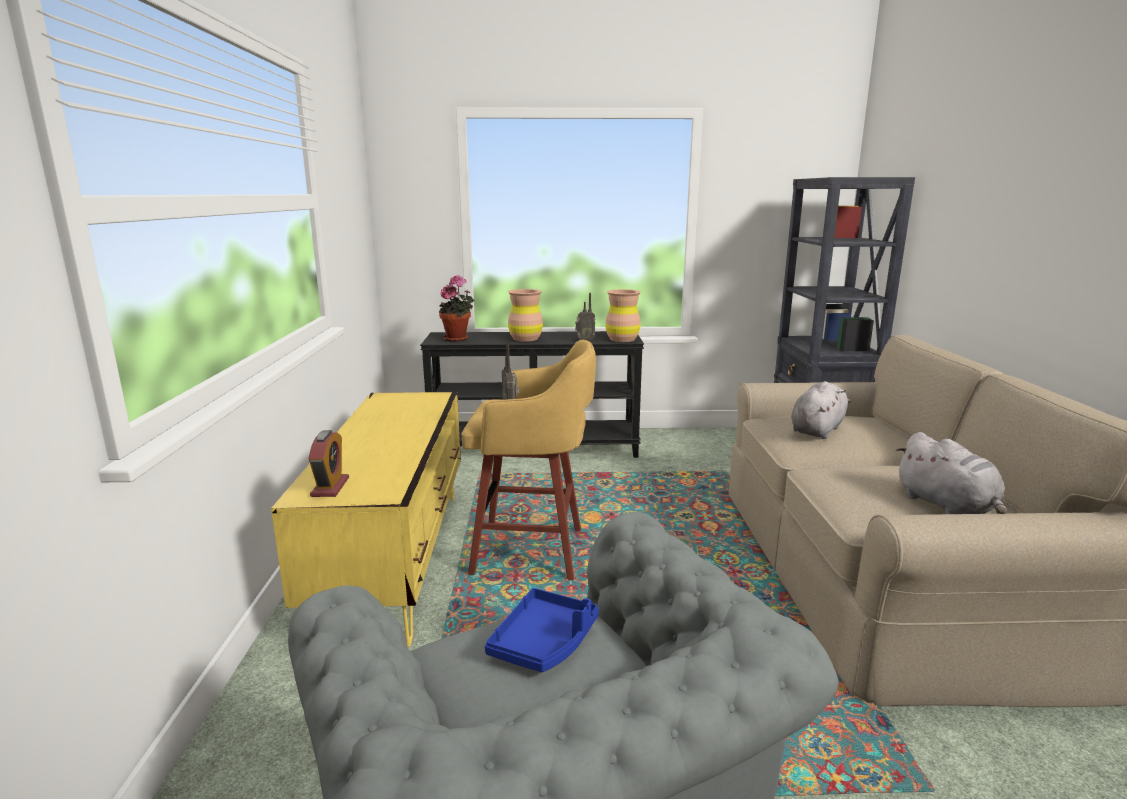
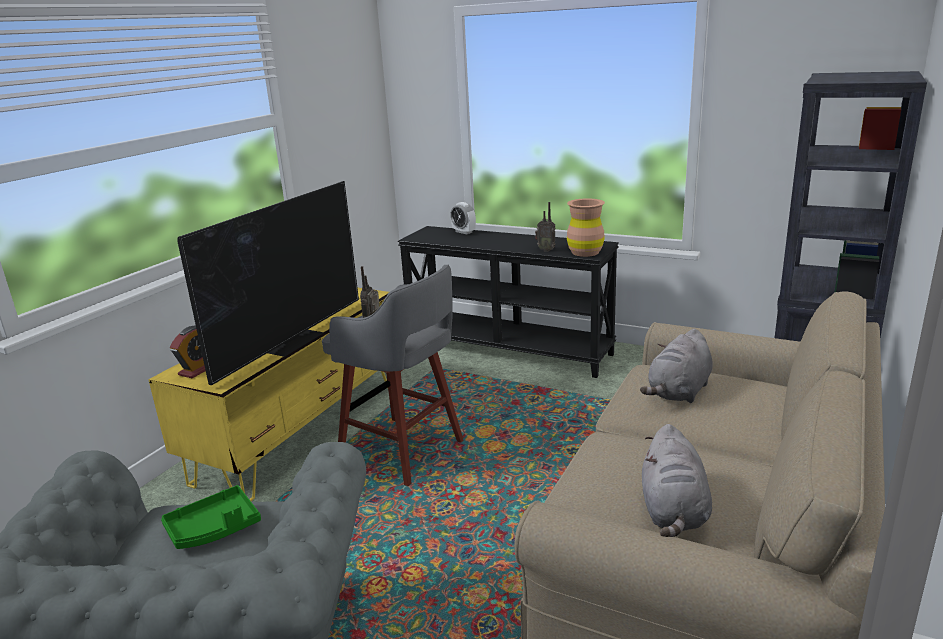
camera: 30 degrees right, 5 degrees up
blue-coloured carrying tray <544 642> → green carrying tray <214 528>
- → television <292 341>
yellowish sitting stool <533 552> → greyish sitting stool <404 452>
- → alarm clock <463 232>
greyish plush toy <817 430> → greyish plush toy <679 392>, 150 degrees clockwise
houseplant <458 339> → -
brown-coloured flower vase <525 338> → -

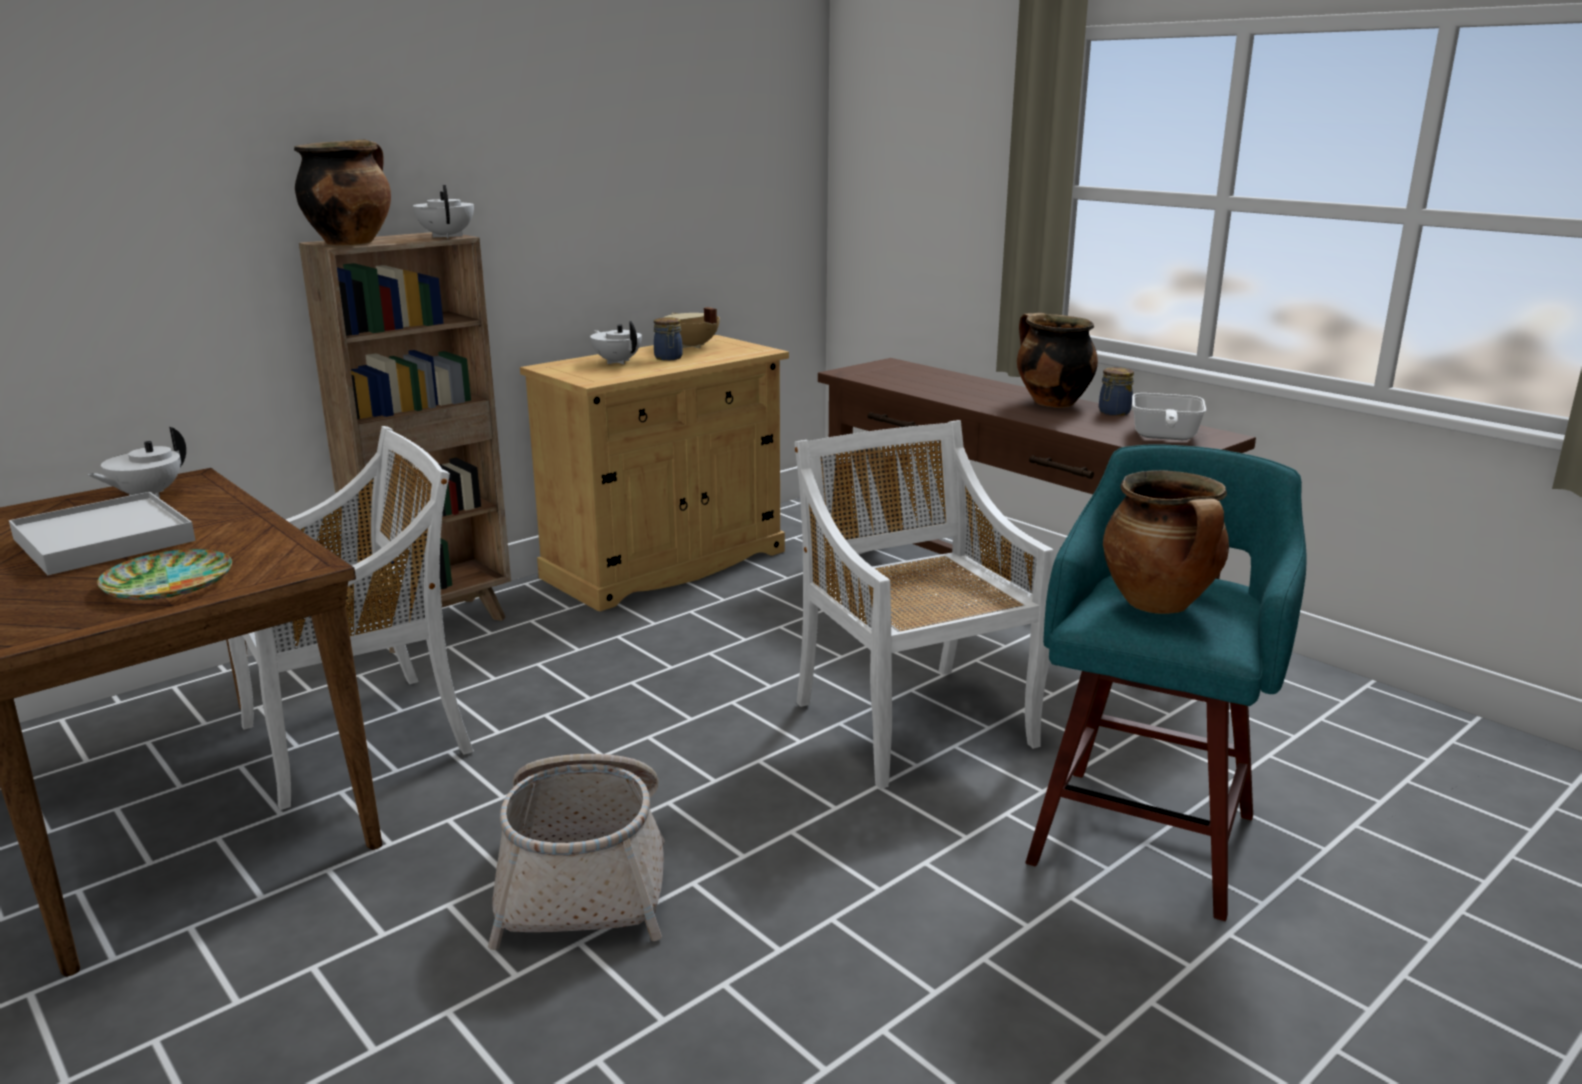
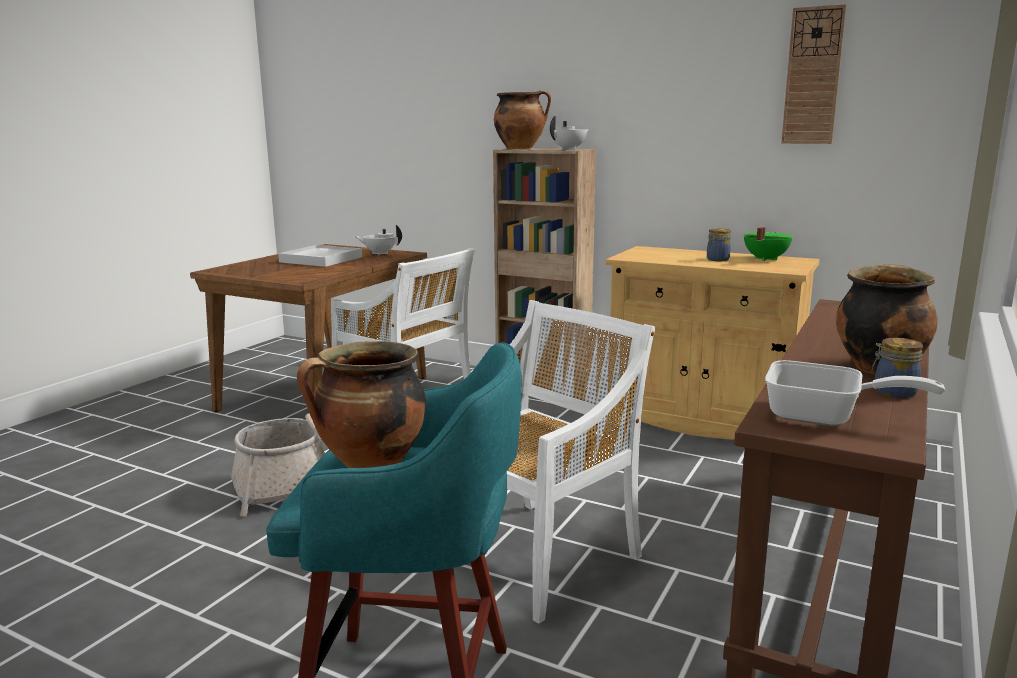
camera: 70 degrees right, 5 degrees down
beige cooking pot <691 346> → green cooking pot <764 259>
skillet <1163 437> → skillet <825 417>, 150 degrees counterclockwise
- → clock on the wall <813 76>
dinner plate <167 583> → -
whitish teapot <617 362> → -

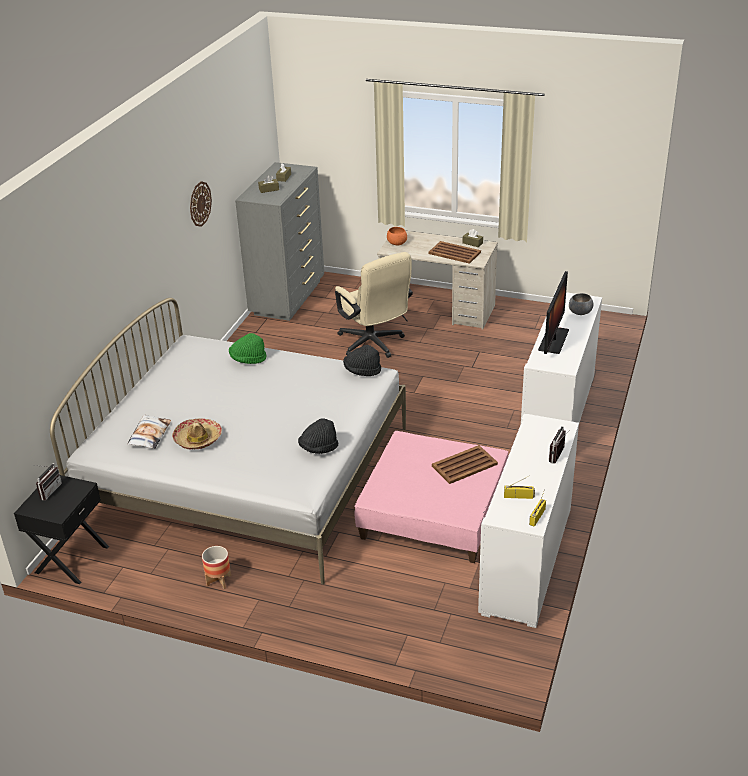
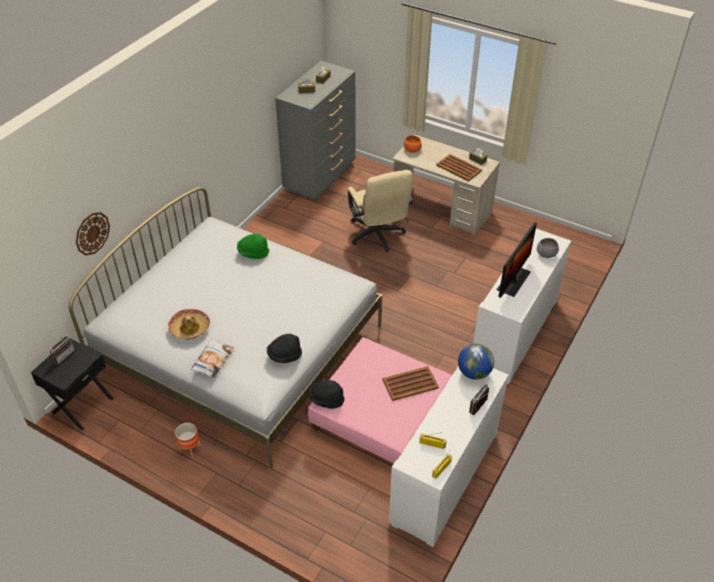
camera: 10 degrees right, 10 degrees up
clock on the wall <200 204> → clock on the wall <92 233>, move
cushion <149 435> → cushion <212 360>, move
black wearable hat <362 371> → black wearable hat <326 399>, move
- → world globe <474 373>

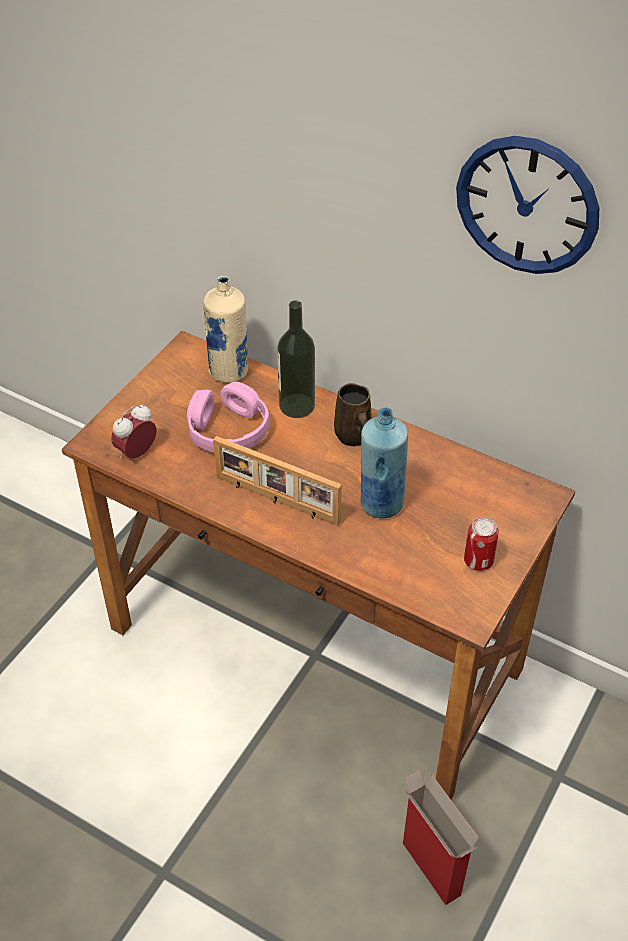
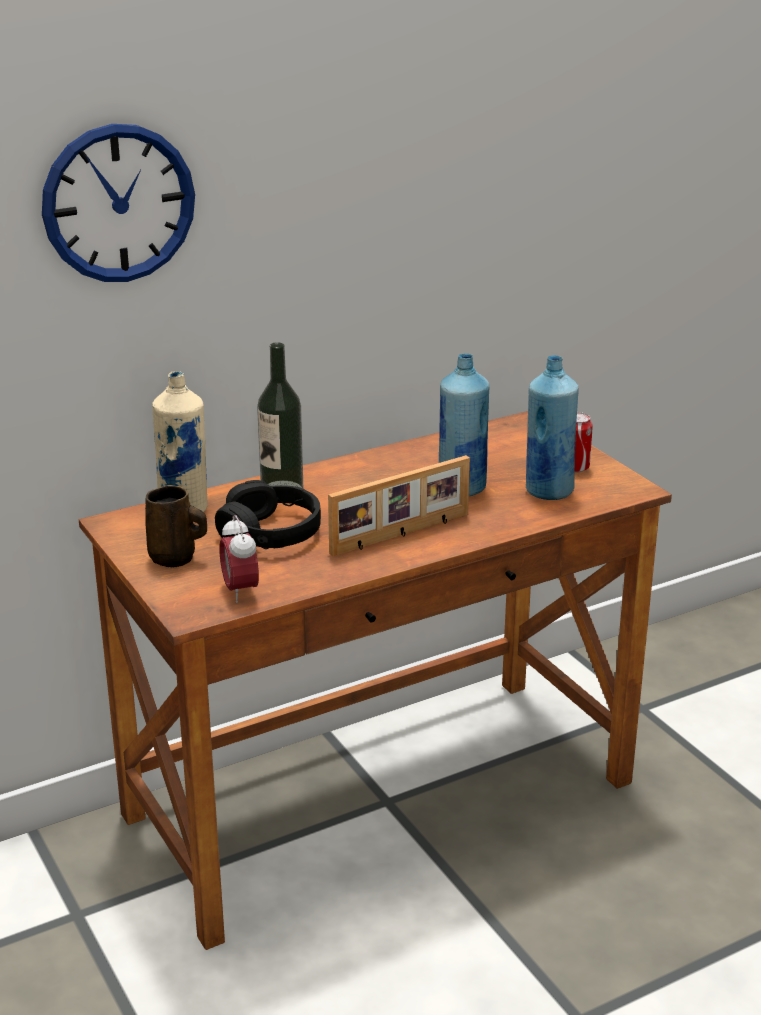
camera: 60 degrees left, 20 degrees down
clock on the wall <527 205> → clock on the wall <119 203>, move
brown-coloured tea mug <353 437> → brown-coloured tea mug <175 558>, move
pink-coloured pair of headphones <228 429> → black pair of headphones <270 532>
- → blue-coloured beverage bottle <548 491>
packing box <430 867> → -

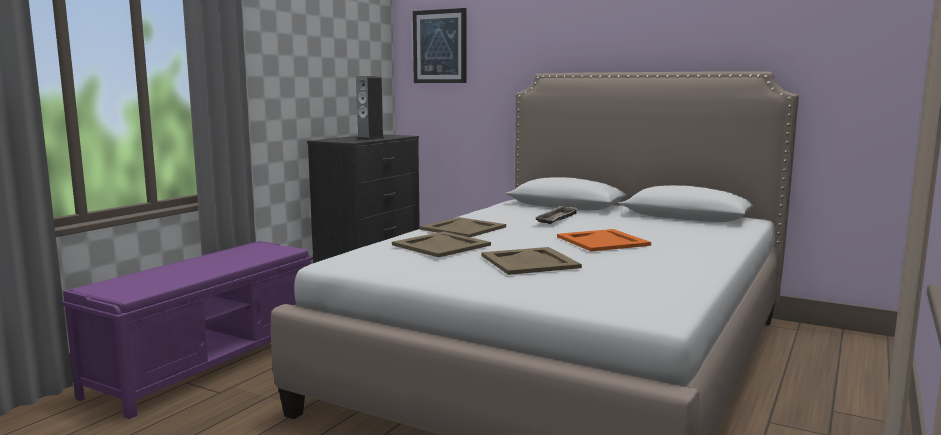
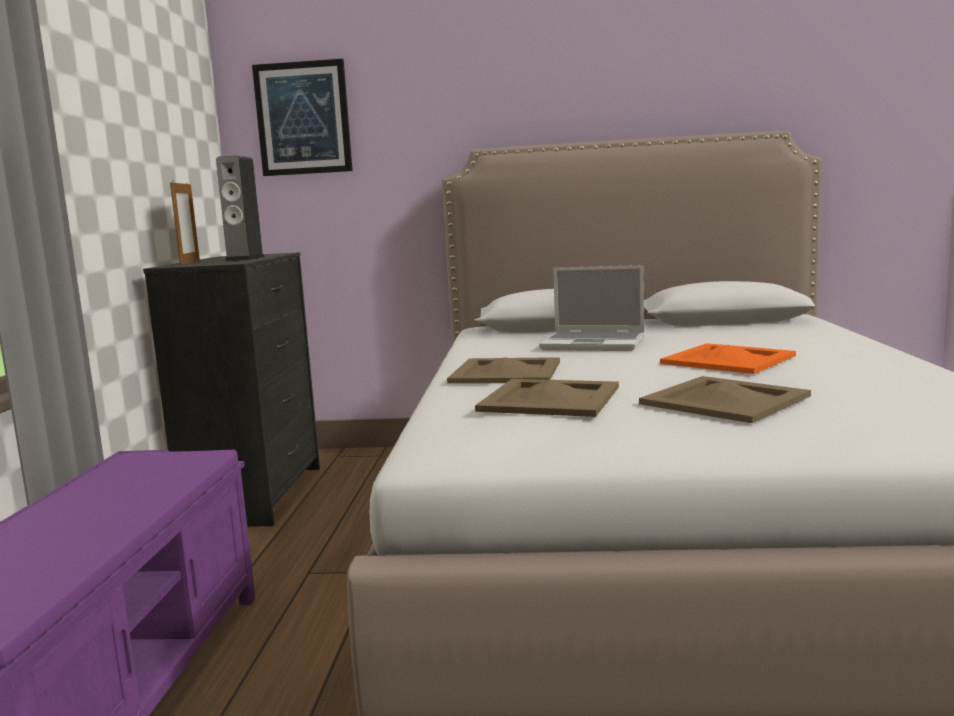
camera: 25 degrees left, 0 degrees up
- → standing frame <190 262>
carrying tray <557 219> → portable computer <595 344>

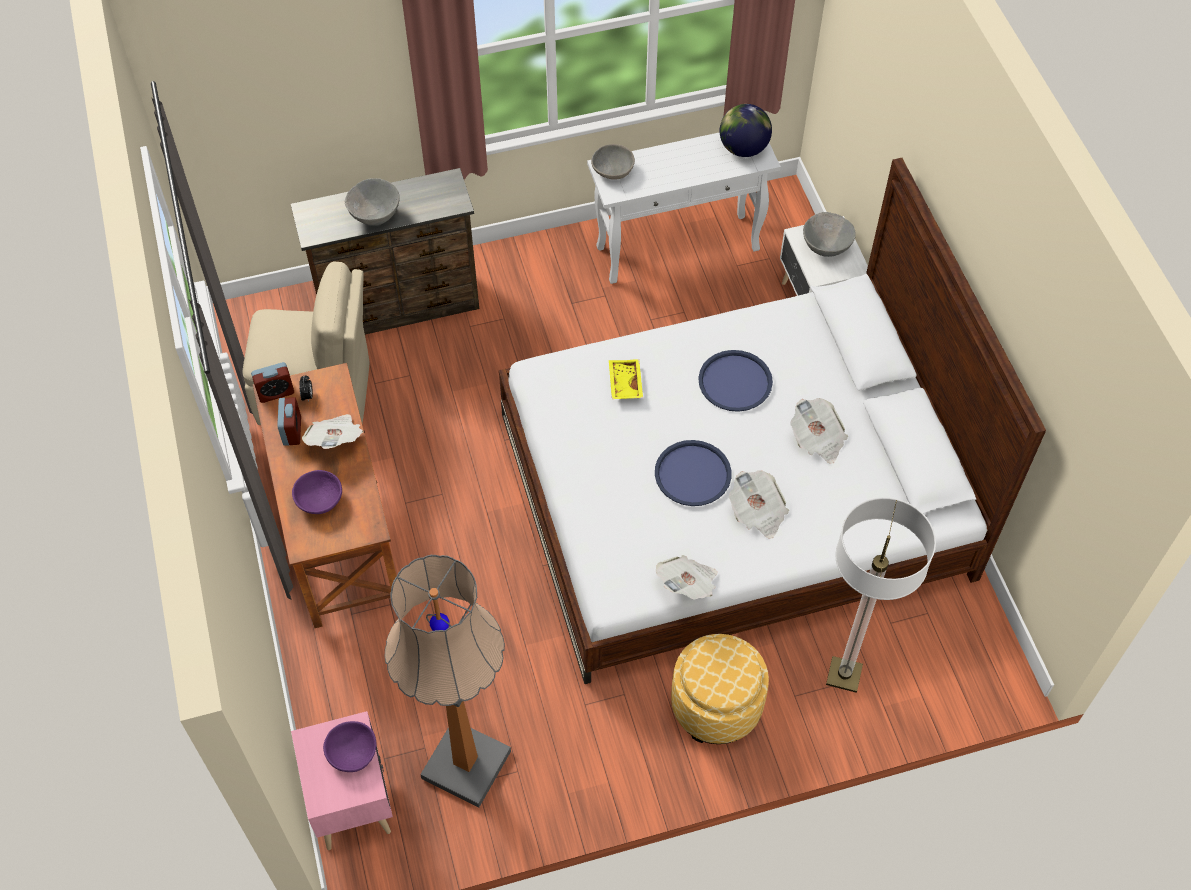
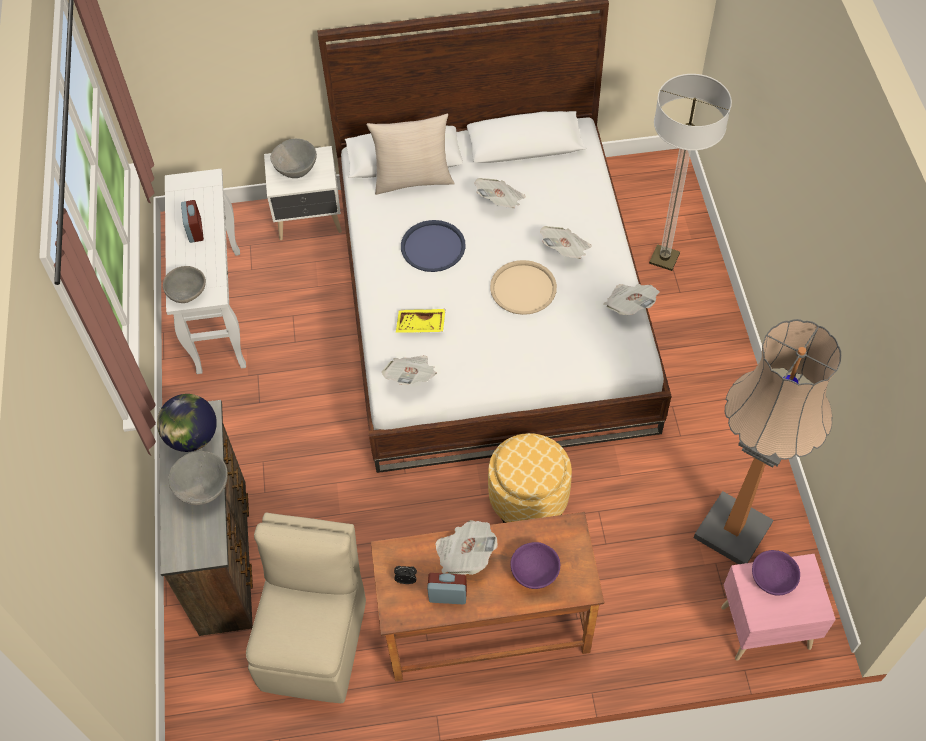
camera: 80 degrees left, 0 degrees up
world globe <743 148> → world globe <192 437>, move
alarm clock <275 392> → alarm clock <195 231>, move
- → beige cushion <413 180>
- → newspaper <411 377>
ottoman <716 705> → ottoman <528 497>, move
blue-coloured carrying tray <692 474> → beige carrying tray <523 288>

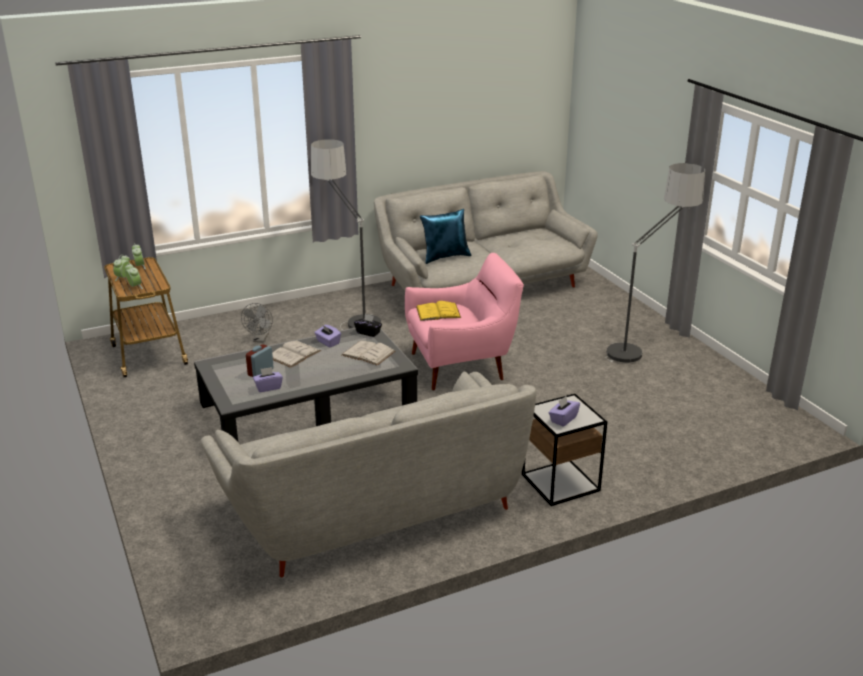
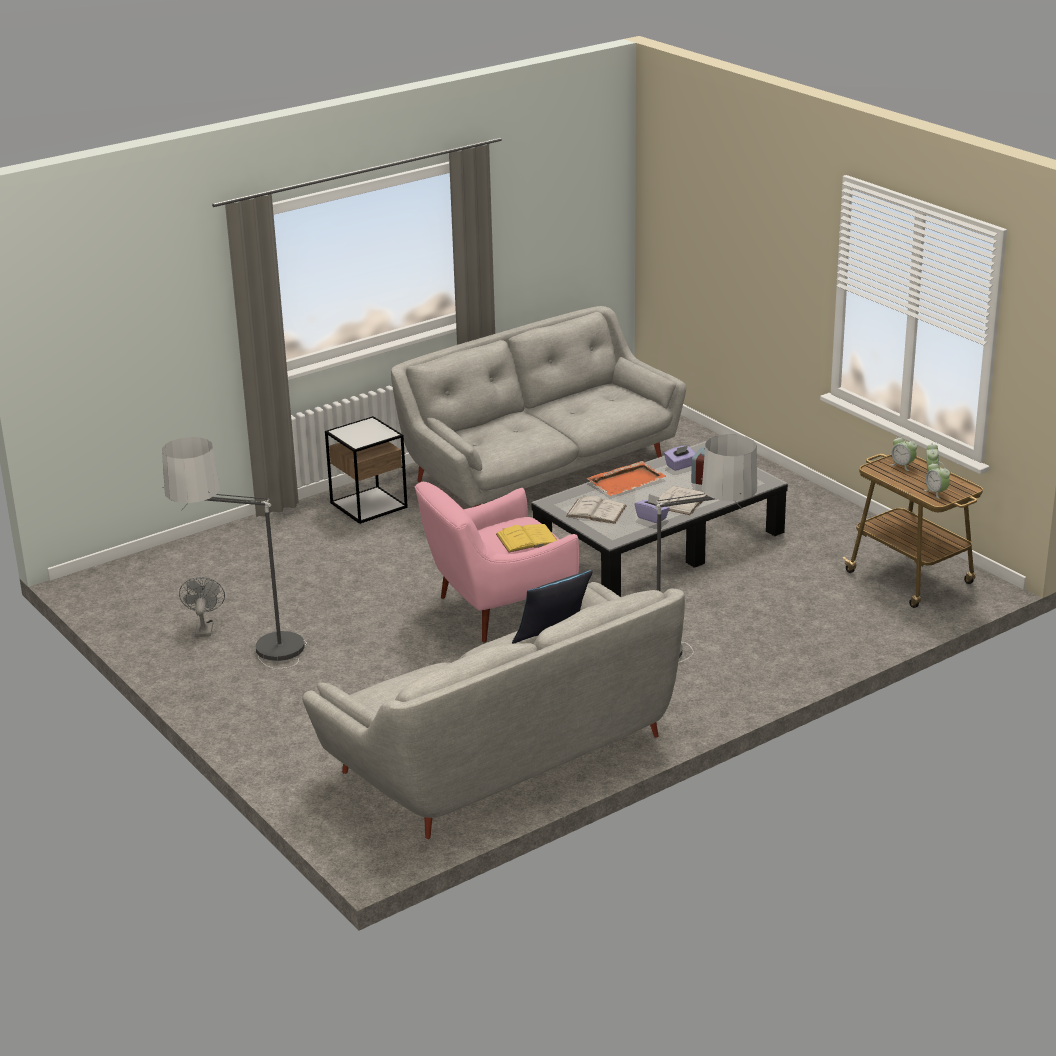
camera: 170 degrees right, 0 degrees up
greyish fan <260 339> → greyish fan <204 628>, move
- → orangey carrying tray <627 481>
black tissue box <368 332> → -
purplish tissue box <563 419> → -

